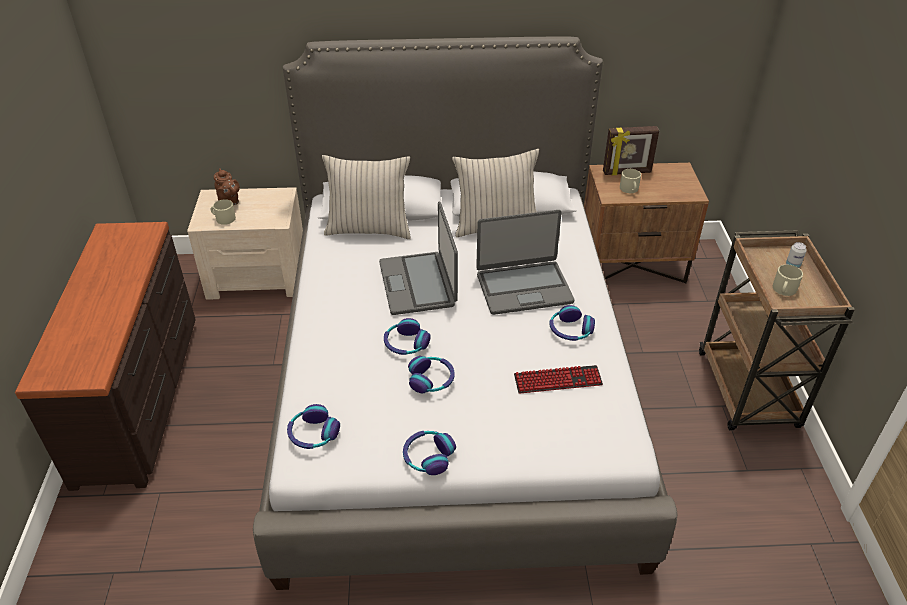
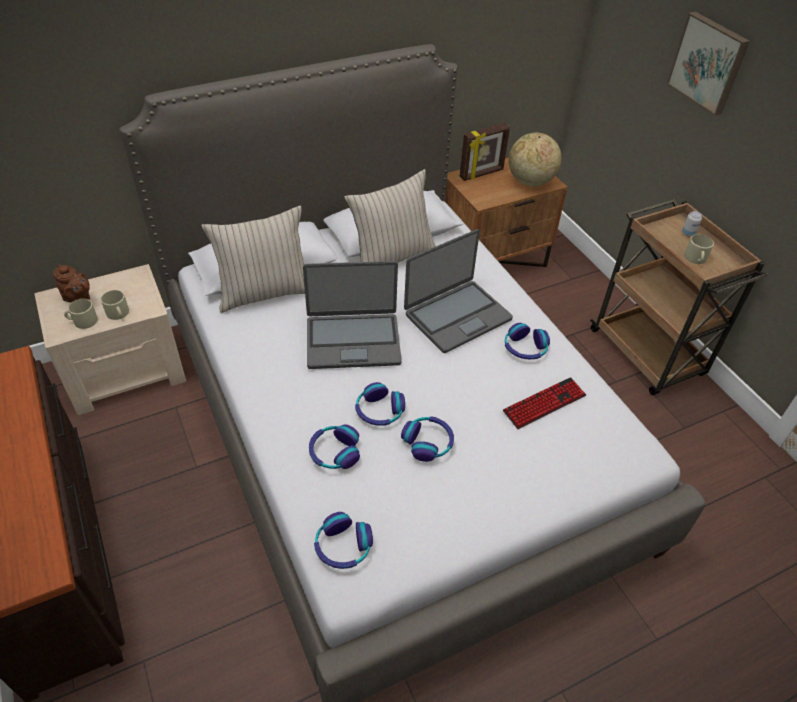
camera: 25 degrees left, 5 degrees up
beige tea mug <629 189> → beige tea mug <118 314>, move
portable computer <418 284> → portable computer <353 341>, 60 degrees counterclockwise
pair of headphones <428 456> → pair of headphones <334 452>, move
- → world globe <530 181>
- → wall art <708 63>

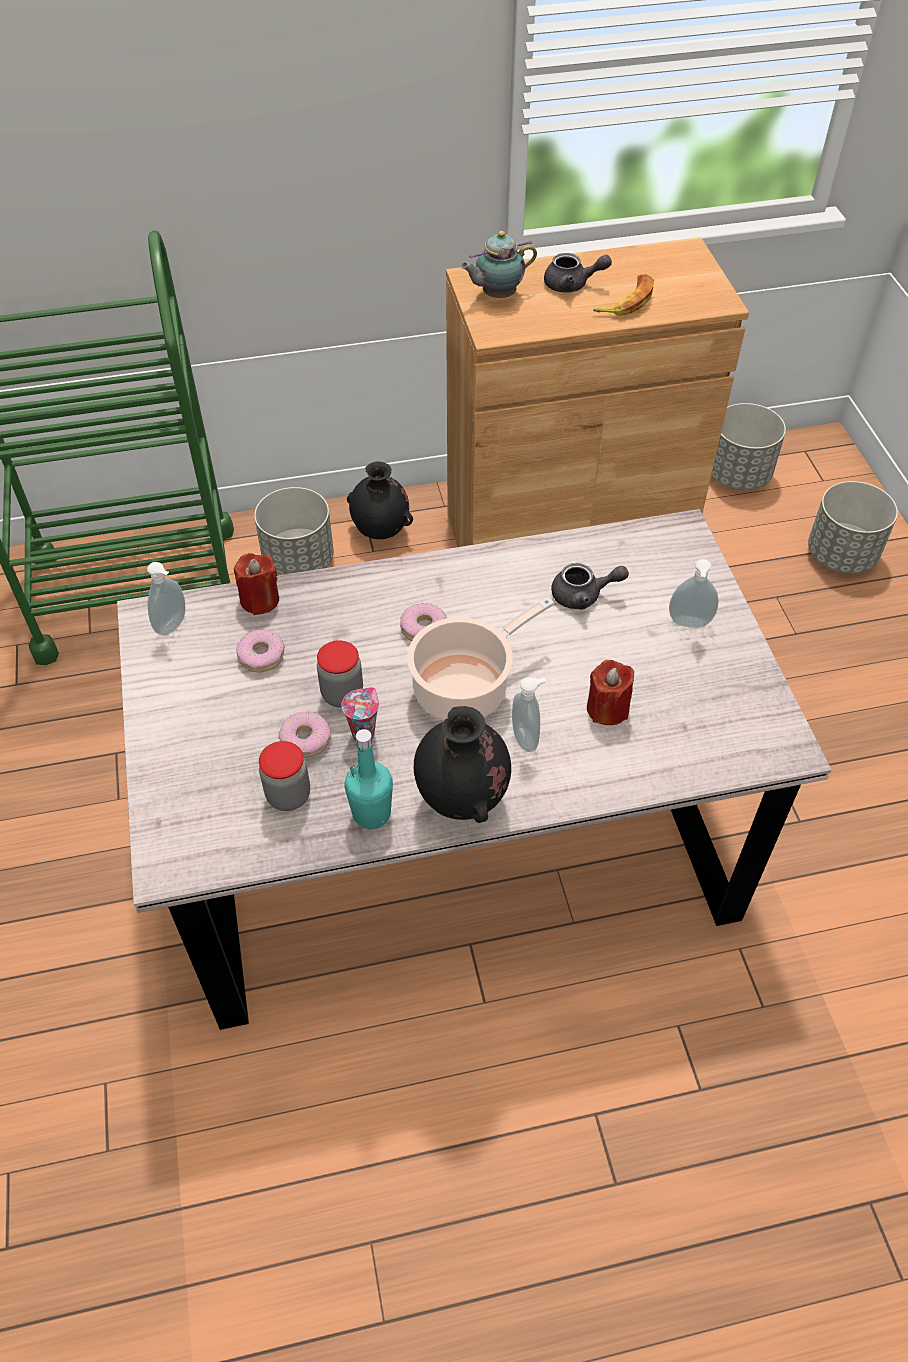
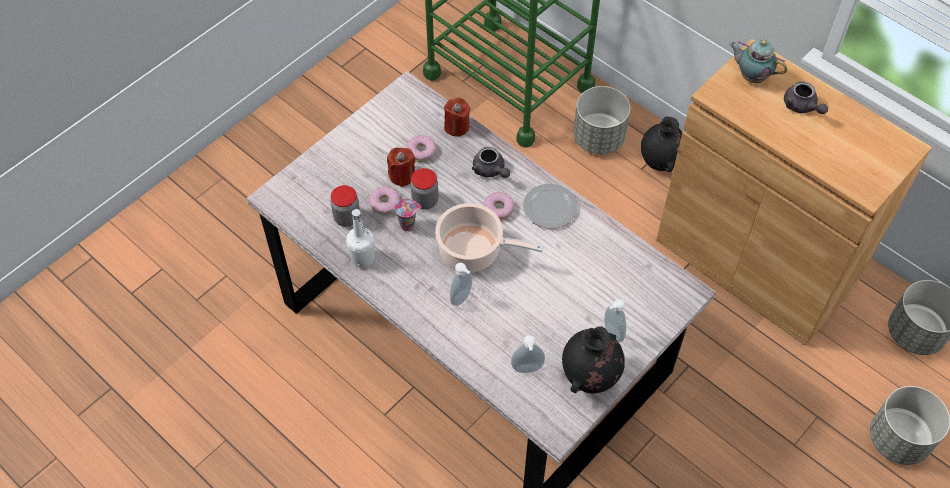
camera: 55 degrees right, 5 degrees up
turquoise beverage bottle <371 813> → whitish beverage bottle <363 258>
red wax light <607 709> → red wax light <402 176>, move
greyish teapot <583 595> → greyish teapot <490 170>, move
soap dispenser <174 626> → soap dispenser <527 370>, move
- → dinner plate <549 208>
black flower vase <462 799> → black flower vase <590 378>, move
whole banana <626 301> → -

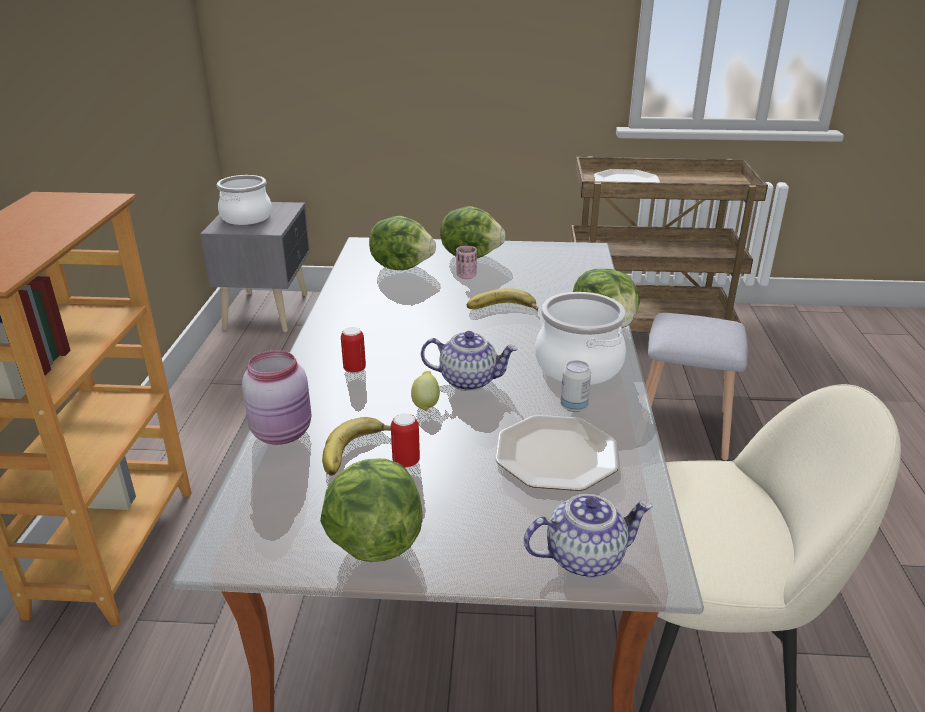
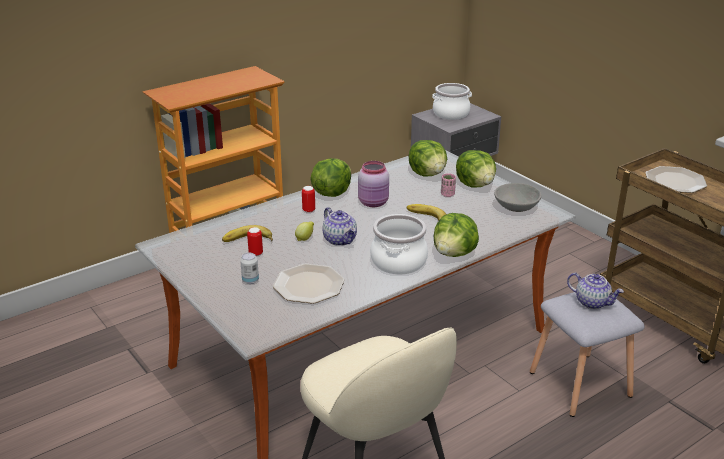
camera: 50 degrees right, 0 degrees up
metal can <574 406> → metal can <250 280>, move
head of lettuce <373 542> → head of lettuce <331 193>, move
pink-coloured preserve jar <283 432> → pink-coloured preserve jar <374 203>, move
- → greyish deep dish <516 207>
teapot <585 557> → teapot <592 302>, move

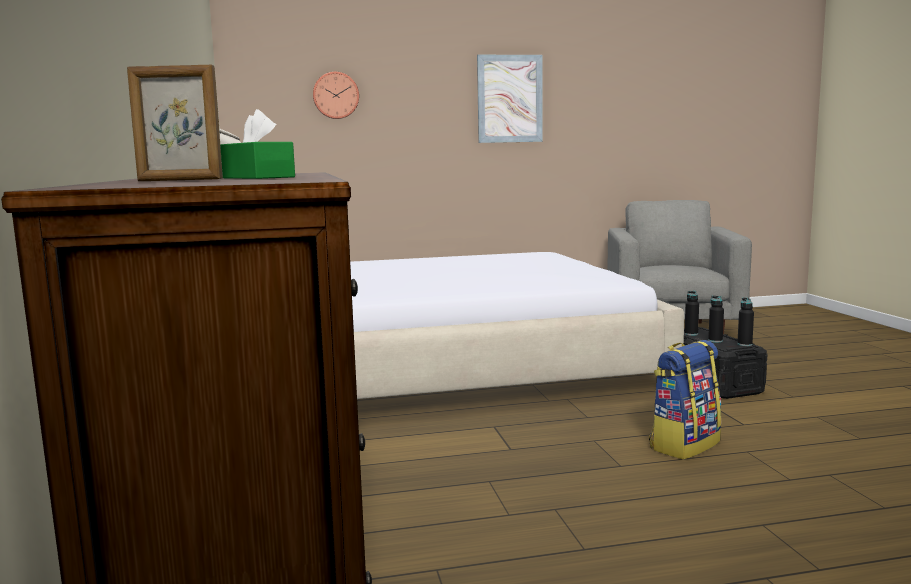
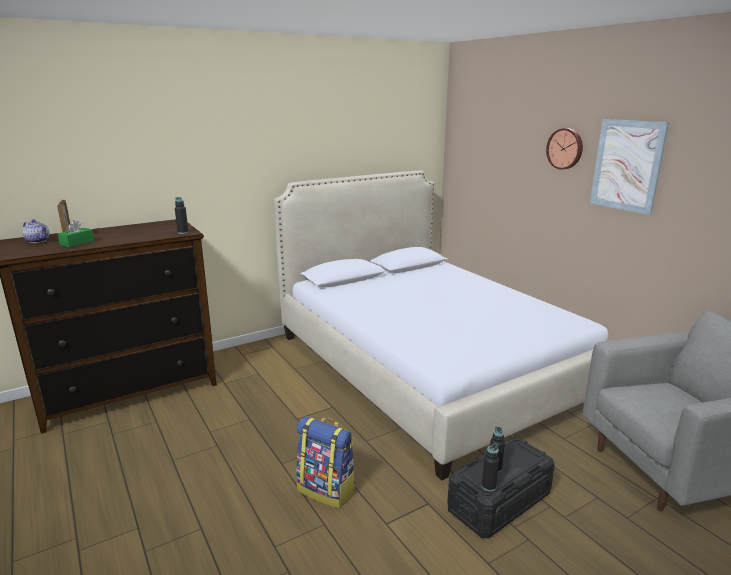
camera: 70 degrees right, 10 degrees up
- → teapot <38 241>
black beverage bottle <691 334> → black beverage bottle <183 232>, move
clock on the wall <335 95> → clock on the wall <565 148>, move

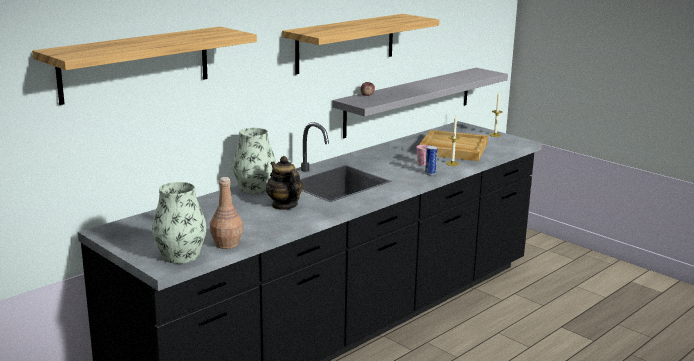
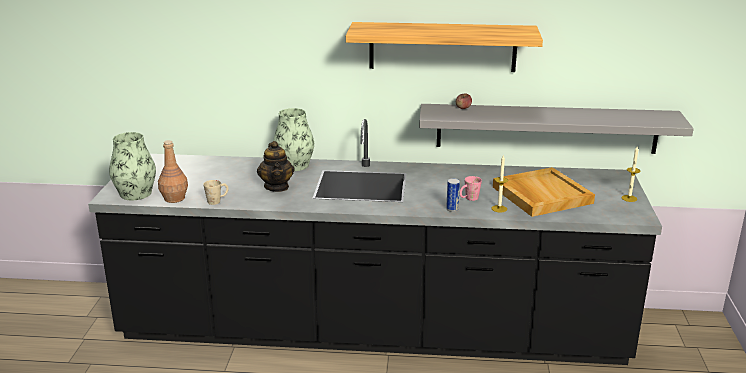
camera: 50 degrees right, 5 degrees up
- → beige tea mug <217 200>
teapot <284 205> → teapot <277 187>, 150 degrees clockwise
shelf <136 64> → -

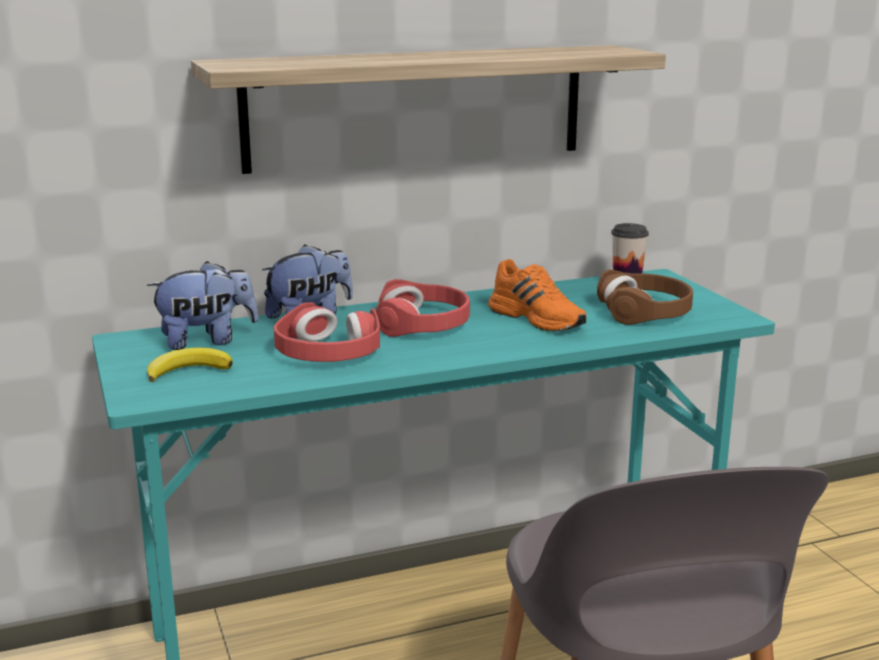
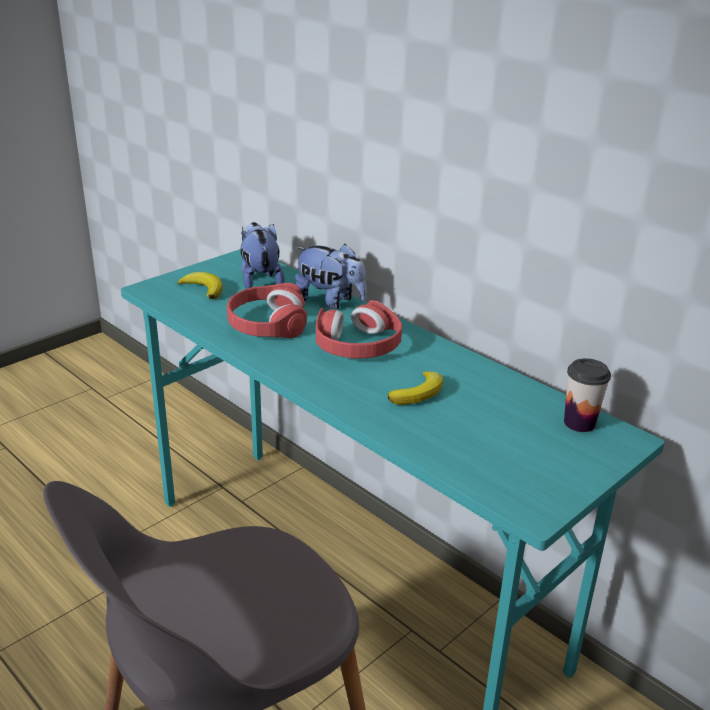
camera: 65 degrees right, 10 degrees up
plush toy <207 341> → plush toy <260 280>, 150 degrees counterclockwise
orangey shoe <538 318> → whole banana <419 393>
shelf <416 107> → -
brown-coloured pair of headphones <645 311> → -

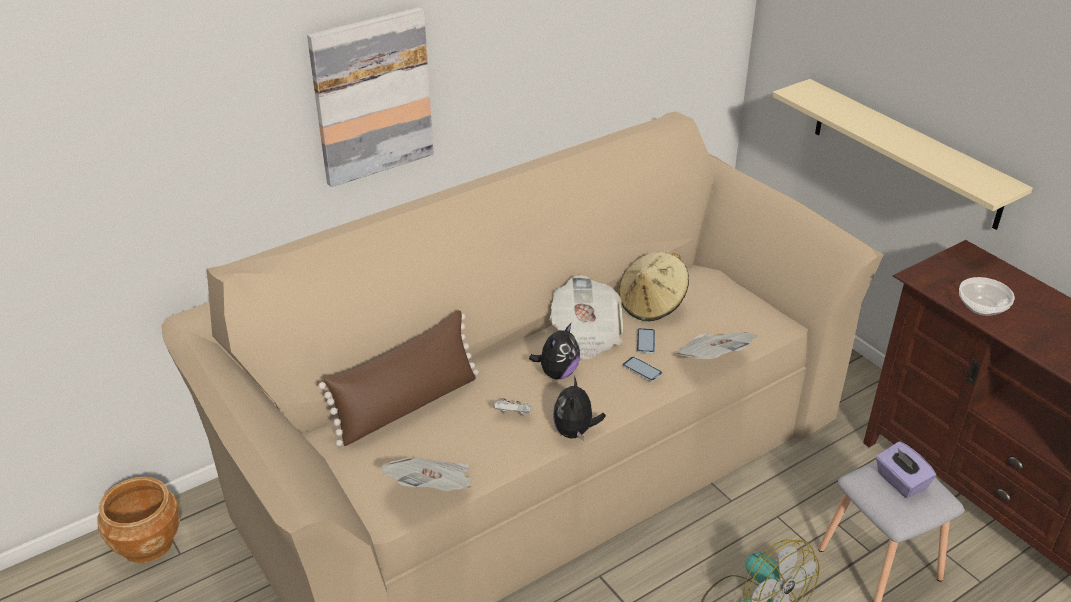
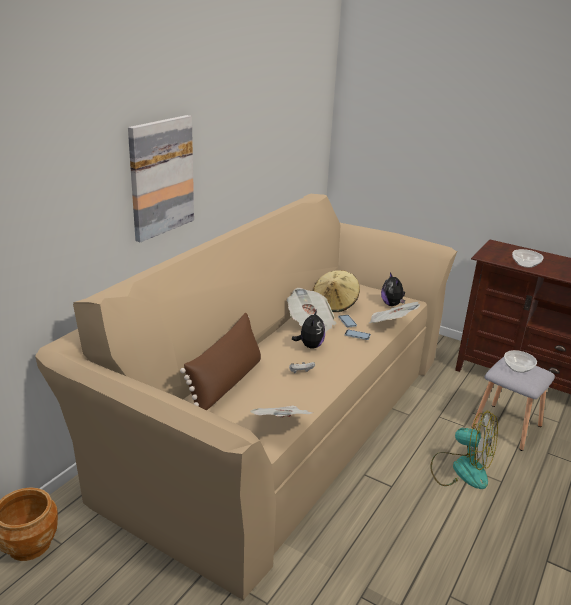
camera: 25 degrees left, 10 degrees down
plush toy <575 432> → plush toy <392 304>, move
purplish tissue box <900 481> → deep dish <518 368>
beige shelf <906 153> → -

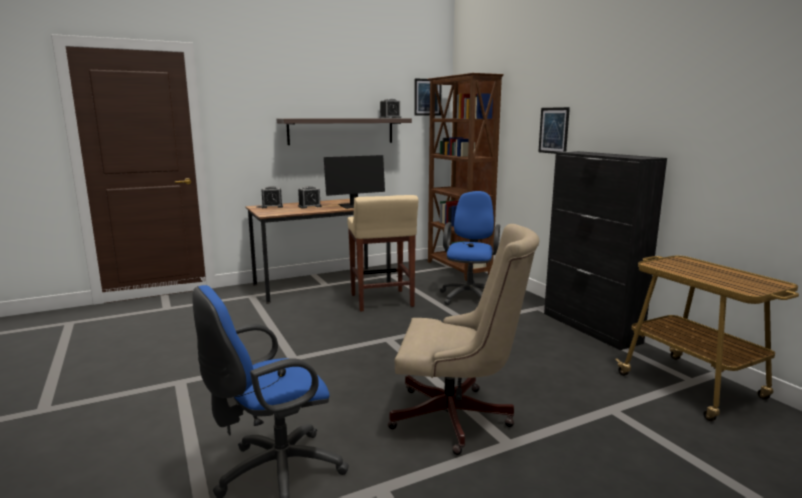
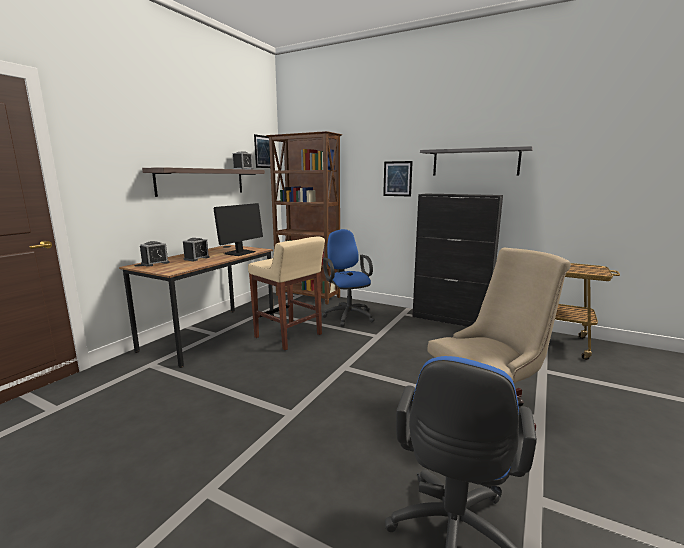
camera: 35 degrees left, 0 degrees up
- → greyish shelf <475 162>

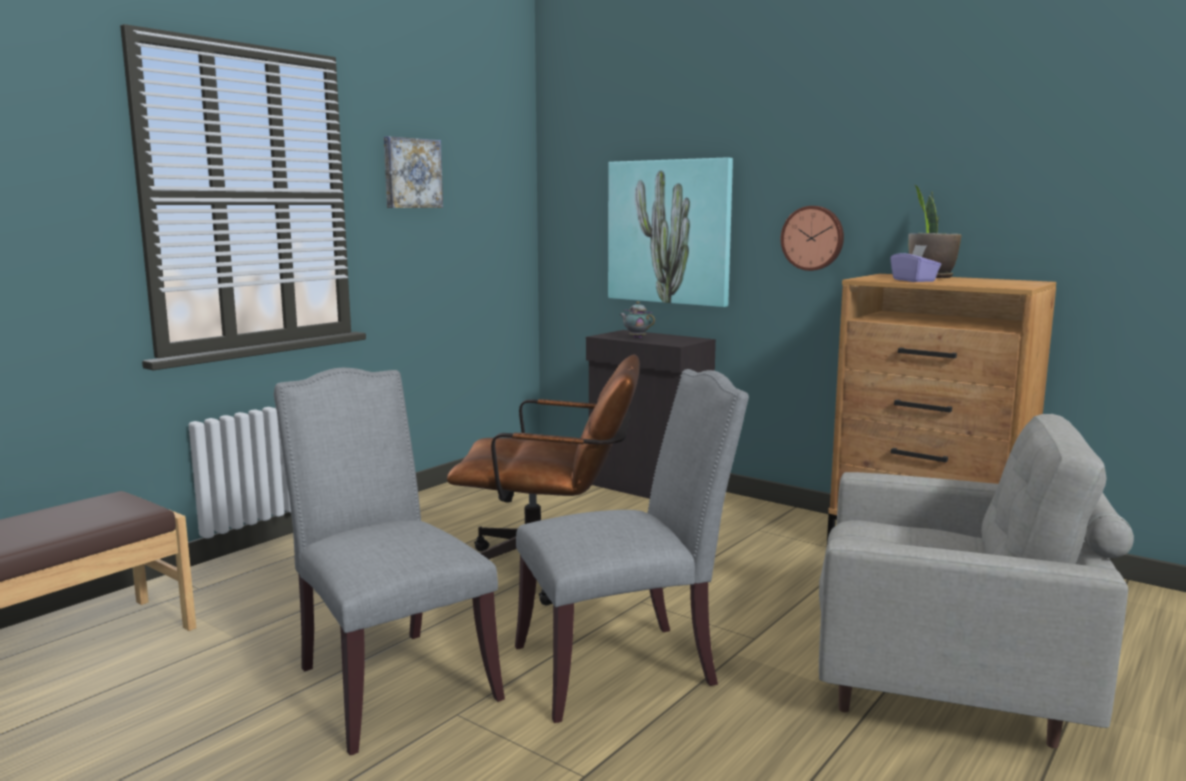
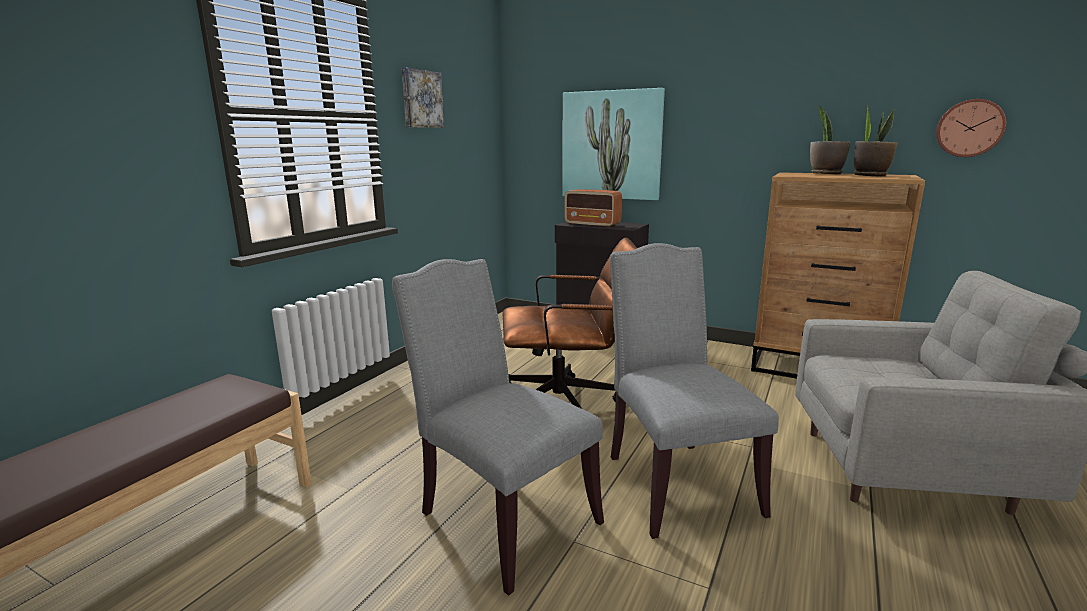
camera: 10 degrees left, 5 degrees up
teapot <636 338> → radio <593 225>
greyish upright chair <623 666> → greyish upright chair <675 481>, 75 degrees counterclockwise
- → houseplant <870 175>
clock on the wall <813 238> → clock on the wall <969 128>, move
purplish tissue box <914 280> → -

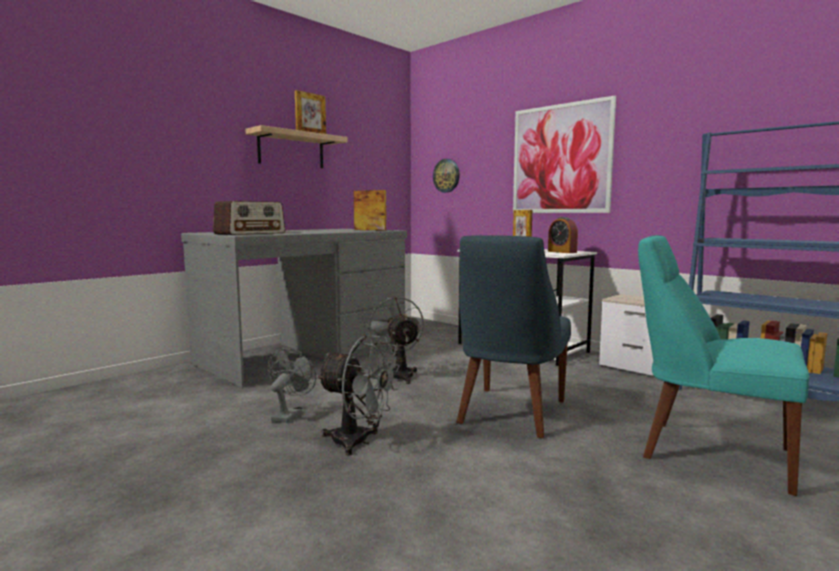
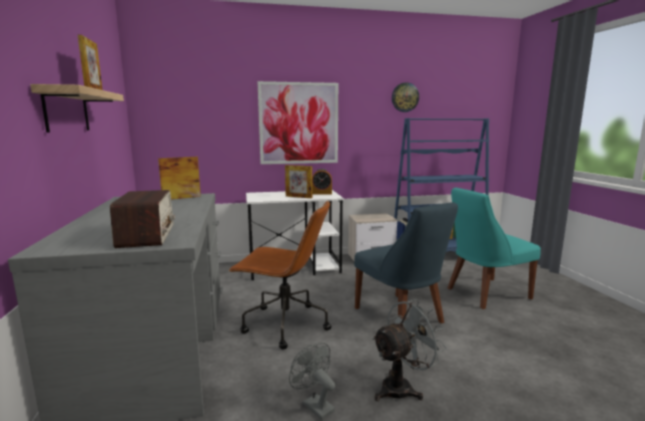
camera: 55 degrees left, 5 degrees up
greyish fan <398 374> → brown-coloured desk chair <284 324>
clock on the wall <446 175> → clock on the wall <405 97>, move

